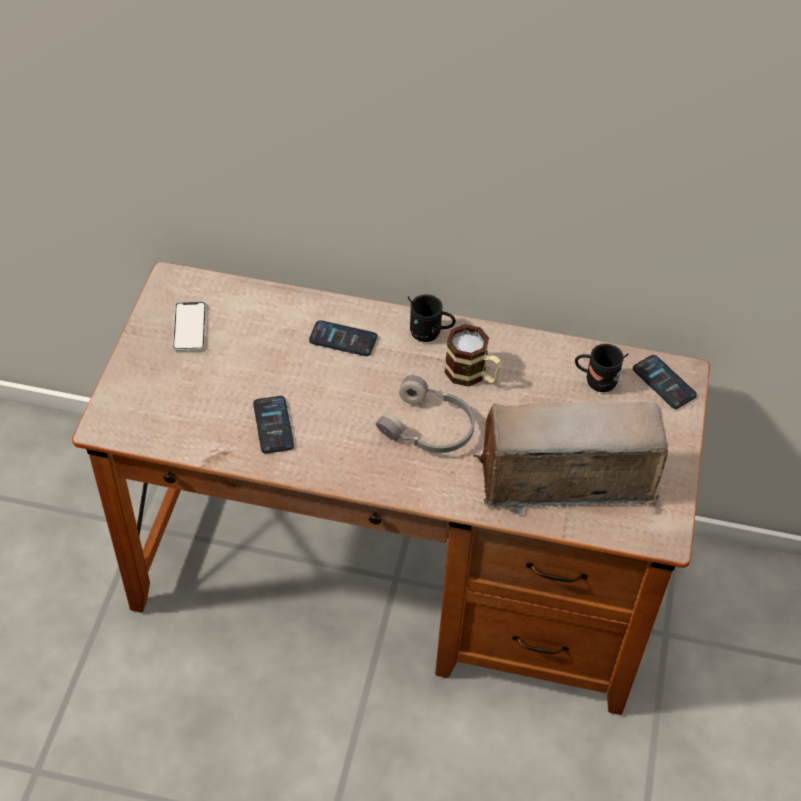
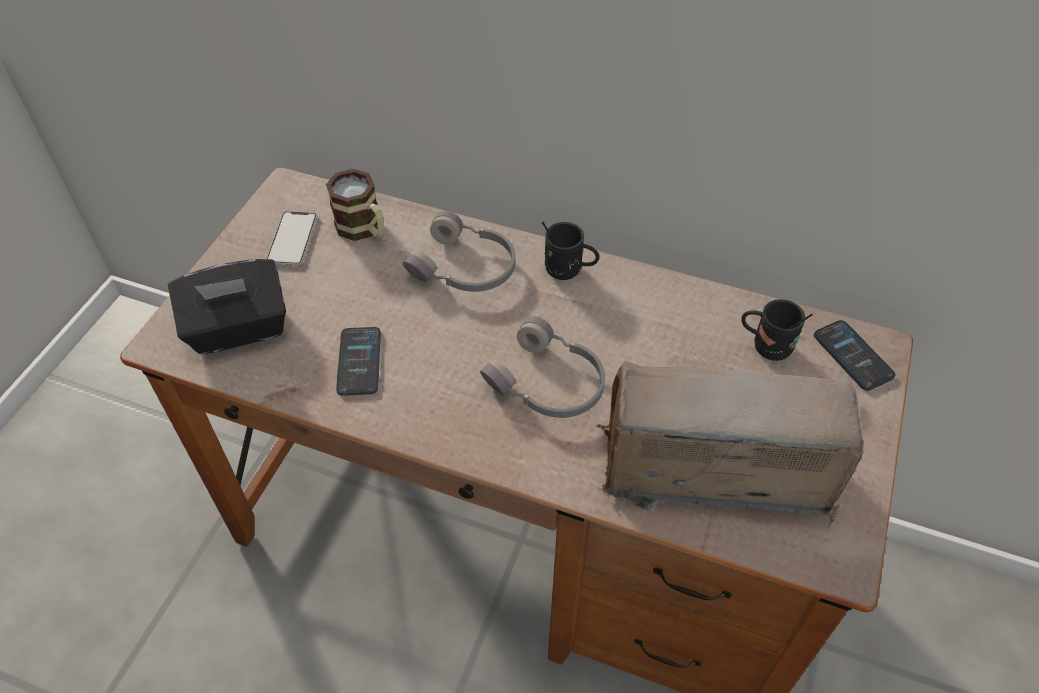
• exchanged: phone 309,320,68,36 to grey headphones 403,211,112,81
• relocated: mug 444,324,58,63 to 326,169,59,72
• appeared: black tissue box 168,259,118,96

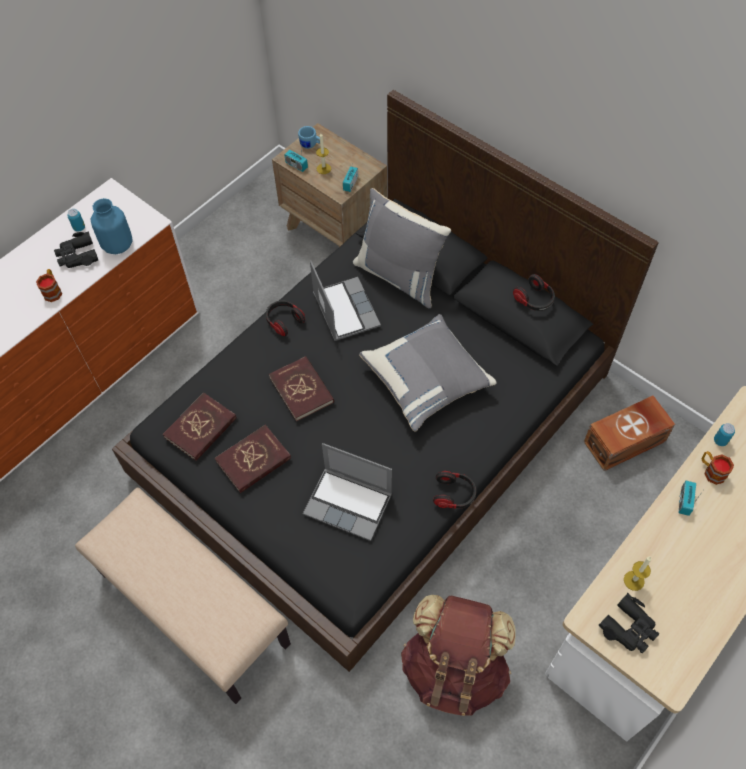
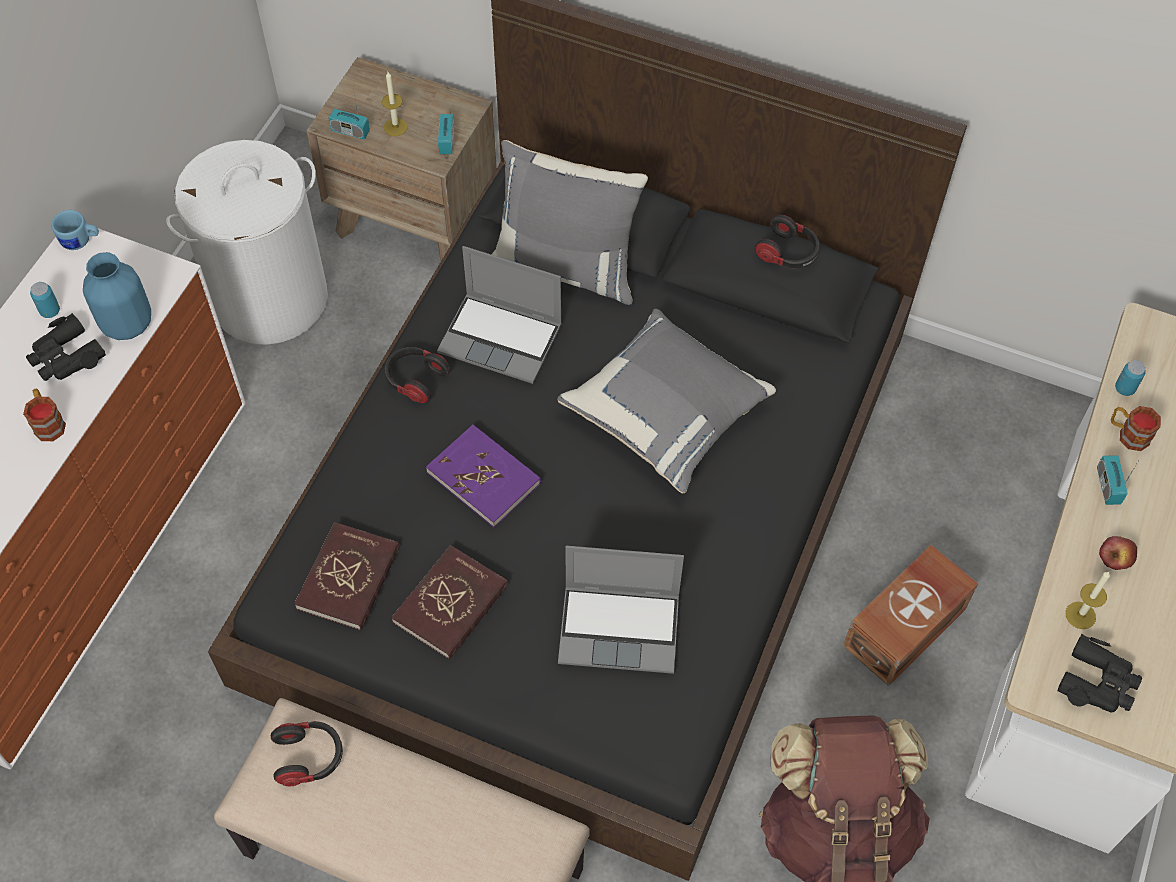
• colour: red book 269,356,65,66 to purple book 426,424,115,104
• relocated: blue mug 298,126,22,23 to 51,210,48,40
• spun: laptop 310,260,71,81 = 437,246,125,138 150 degrees clockwise
• relocated: headphones 433,471,44,38 to 271,721,72,66
• relocated: brown storage box 584,395,91,76 to 843,545,135,141
• appeared: white laundry basket 166,140,162,205
• appeared: apple 1099,536,38,34

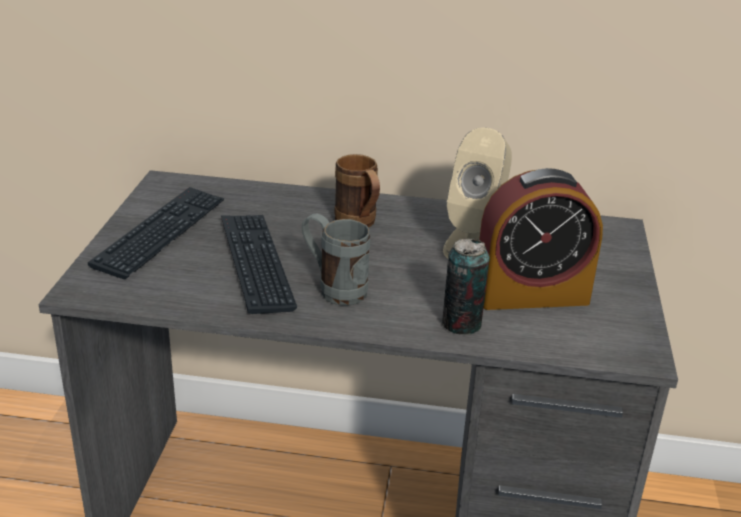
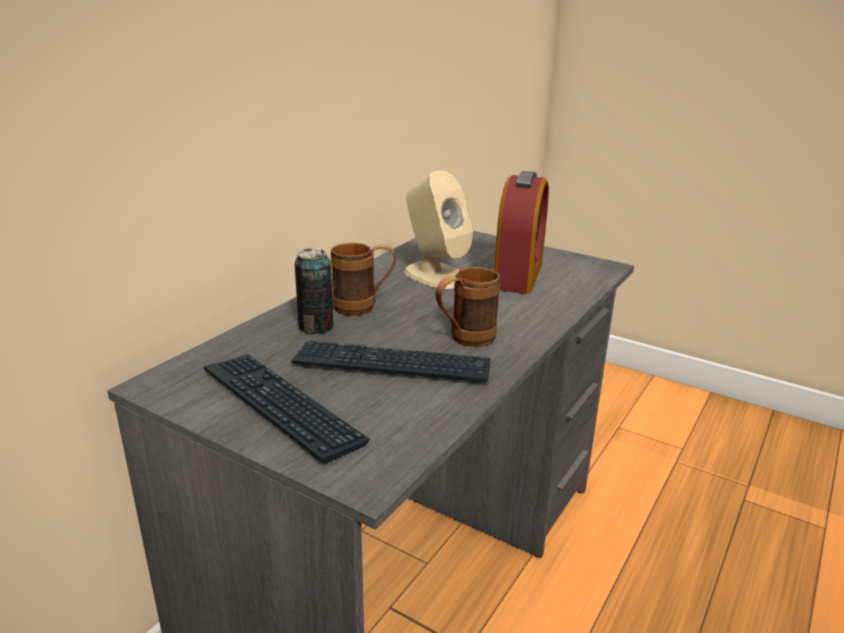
• colour: grey mug 301,214,69,92 to brown mug 435,267,65,80
• relocated: can 442,239,48,96 to 295,248,39,86

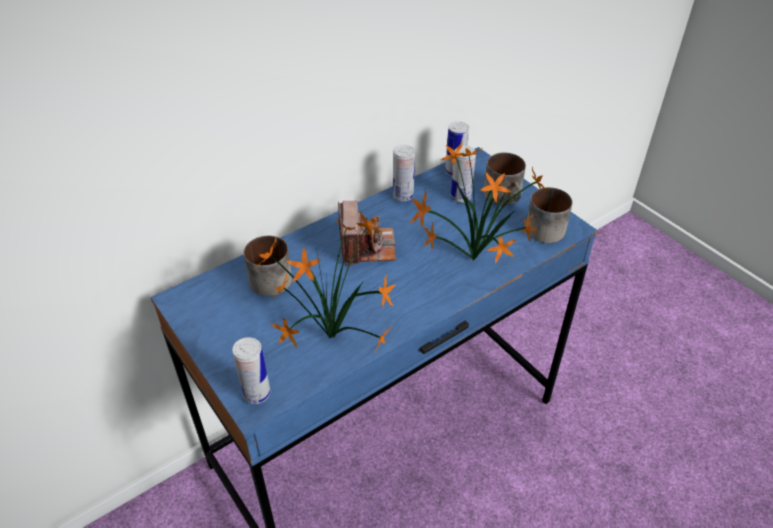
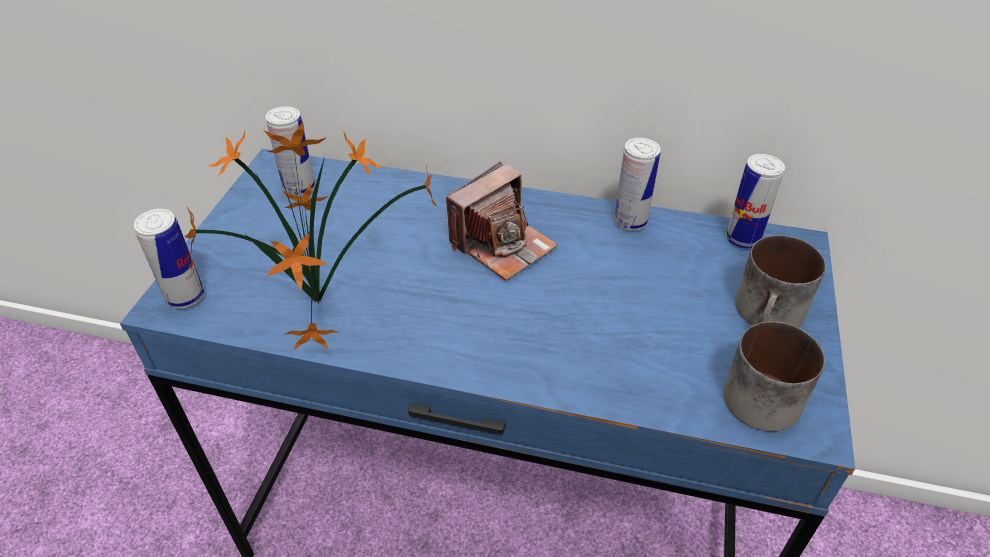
• missing: mug 244,236,48,60
• missing: potted plant 409,142,139,121
• relocated: can 451,146,25,57 to 265,106,50,90

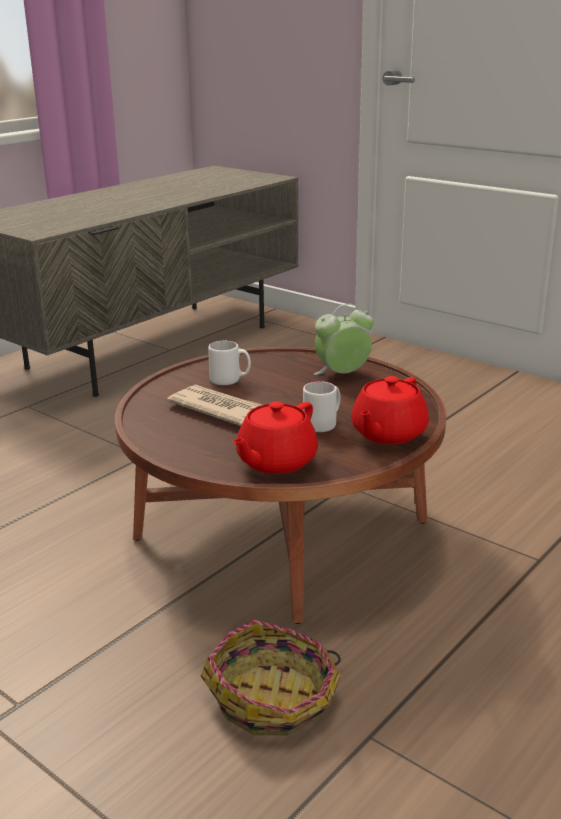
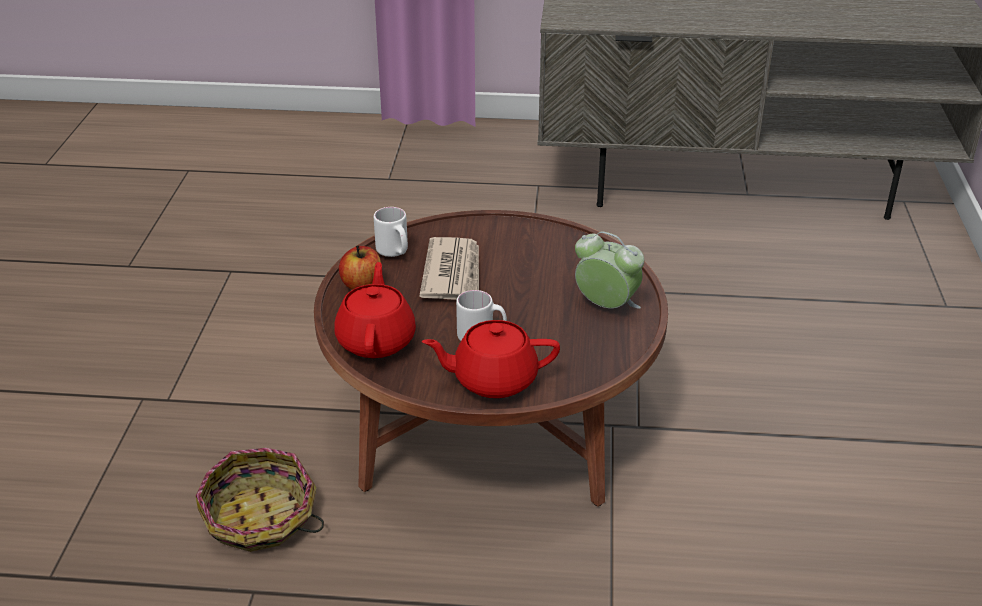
• relocated: white mug 208,341,43,44 to 374,207,34,50
• spun: red teapot 232,401,86,73 = 334,262,82,96 90 degrees clockwise
• appeared: apple 339,246,42,44

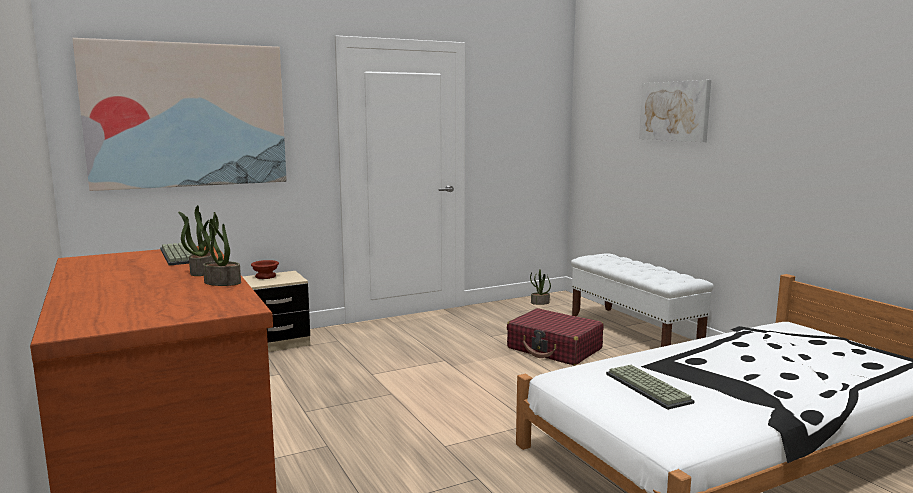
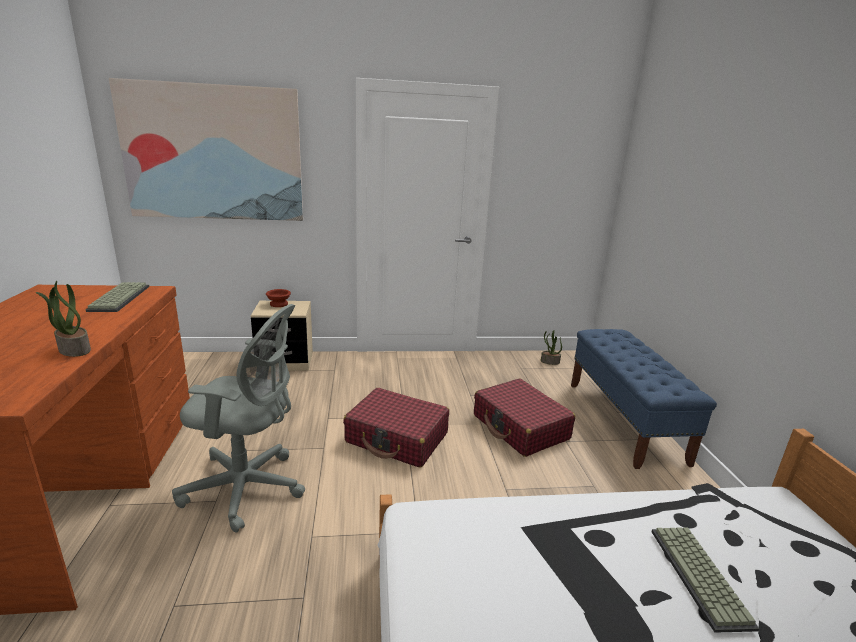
• missing: potted plant 178,205,41,71
• colour: white bench 571,253,143,94 to blue bench 571,329,146,140
• relocated: keyboard 606,365,88,45 to 651,527,108,106
• missing: picture 639,80,72,62
• appeared: grey office chair 172,304,133,229
• appeared: red suitcase 343,388,106,80

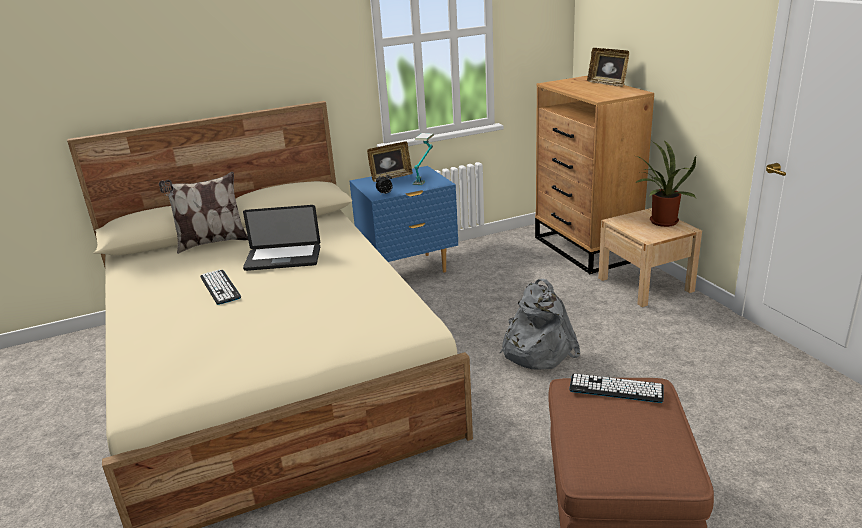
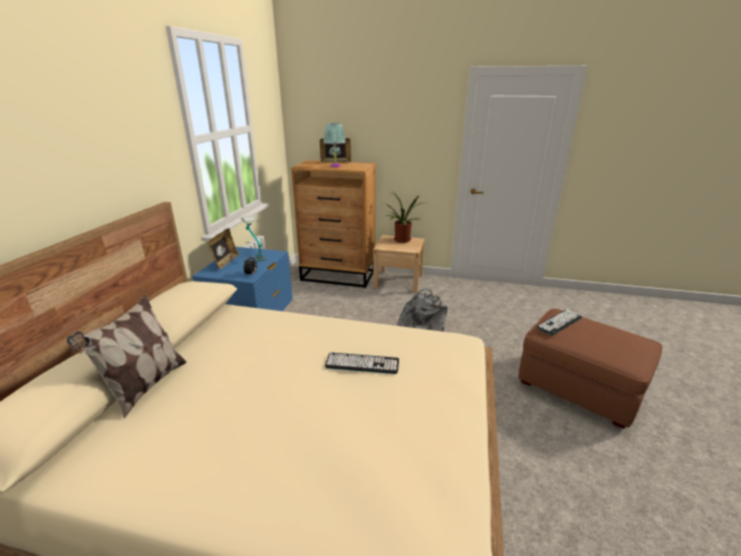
• relocated: keyboard 200,269,41,36 to 325,353,74,21
• missing: laptop 243,205,77,66
• appeared: turquoise table lamp 324,123,22,45

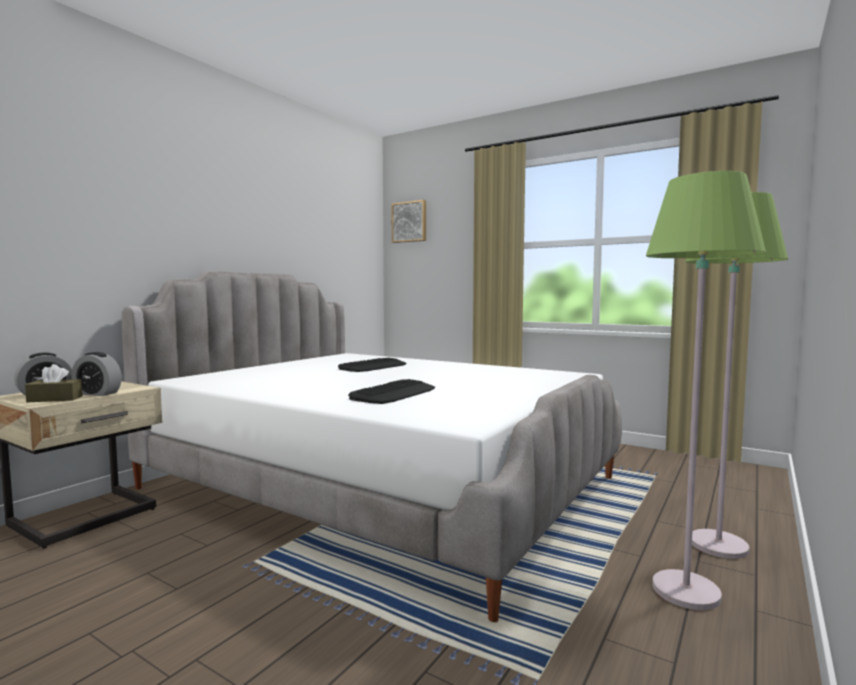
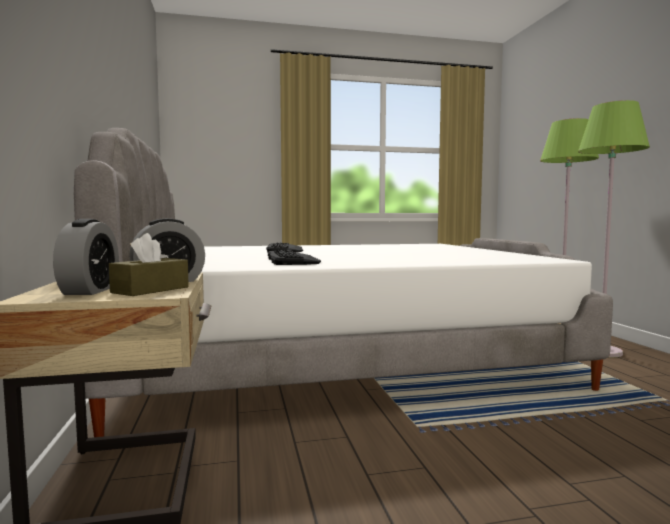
• relocated: keyboard 348,379,87,25 to 268,250,53,15
• missing: picture 391,200,35,43

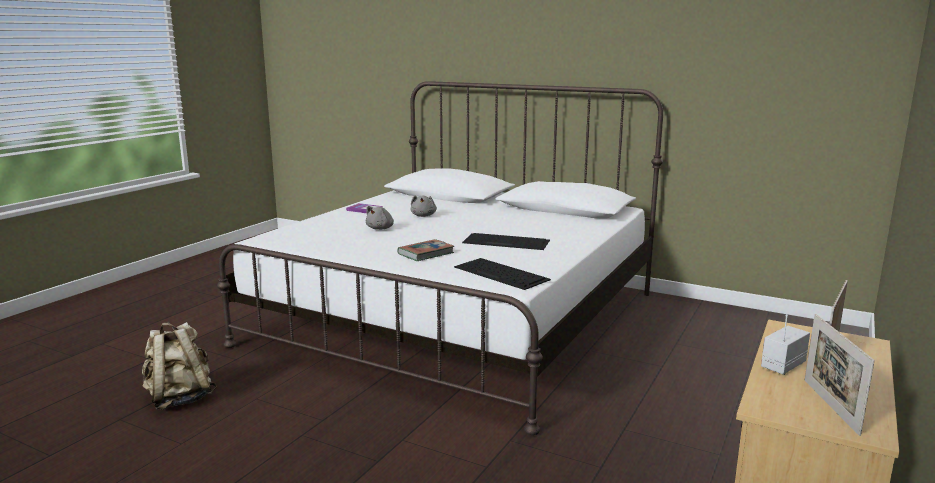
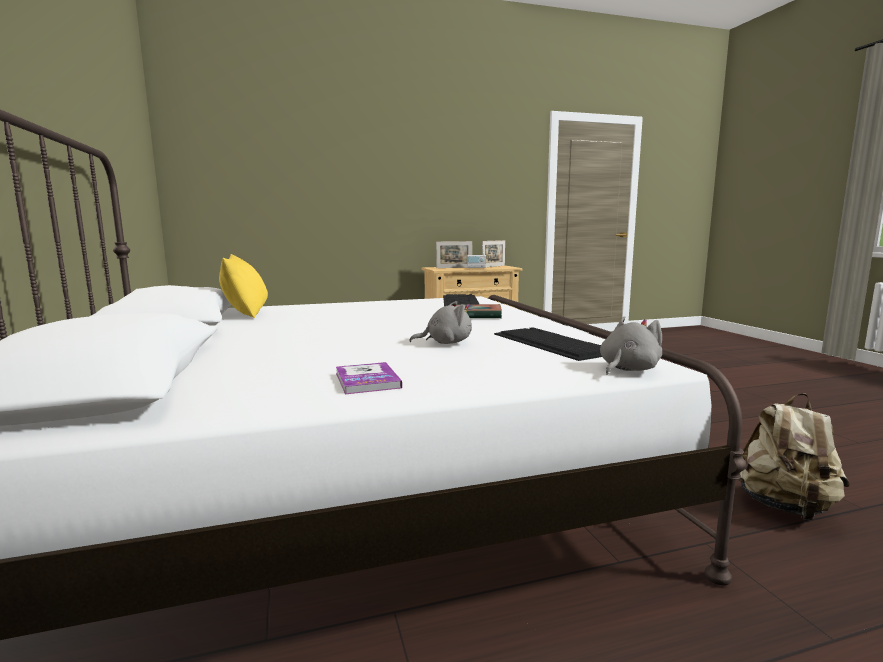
• relocated: grey plush toy 410,195,27,22 to 600,316,62,59
• relocated: keyboard 462,233,88,17 to 494,327,108,34
• appeared: yellow pillow 219,254,49,64

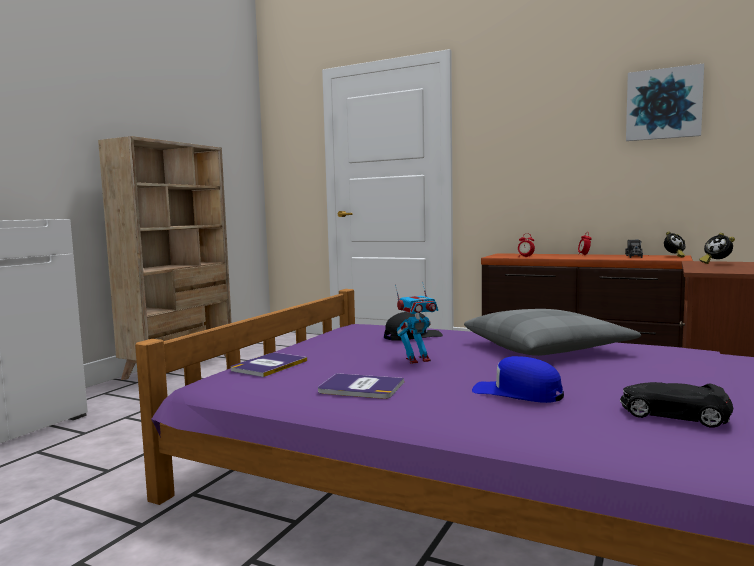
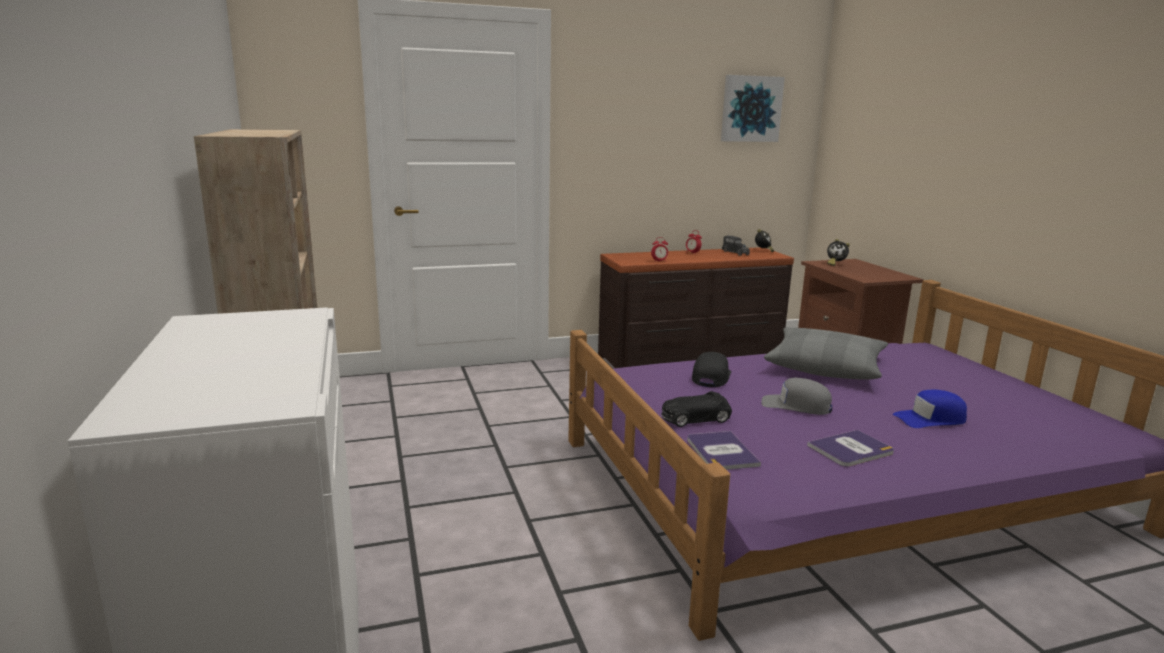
• exchanged: toy robot 395,282,43,82 to grey cap 761,378,71,37
• relocated: black toy car 620,382,113,46 to 661,391,71,36

